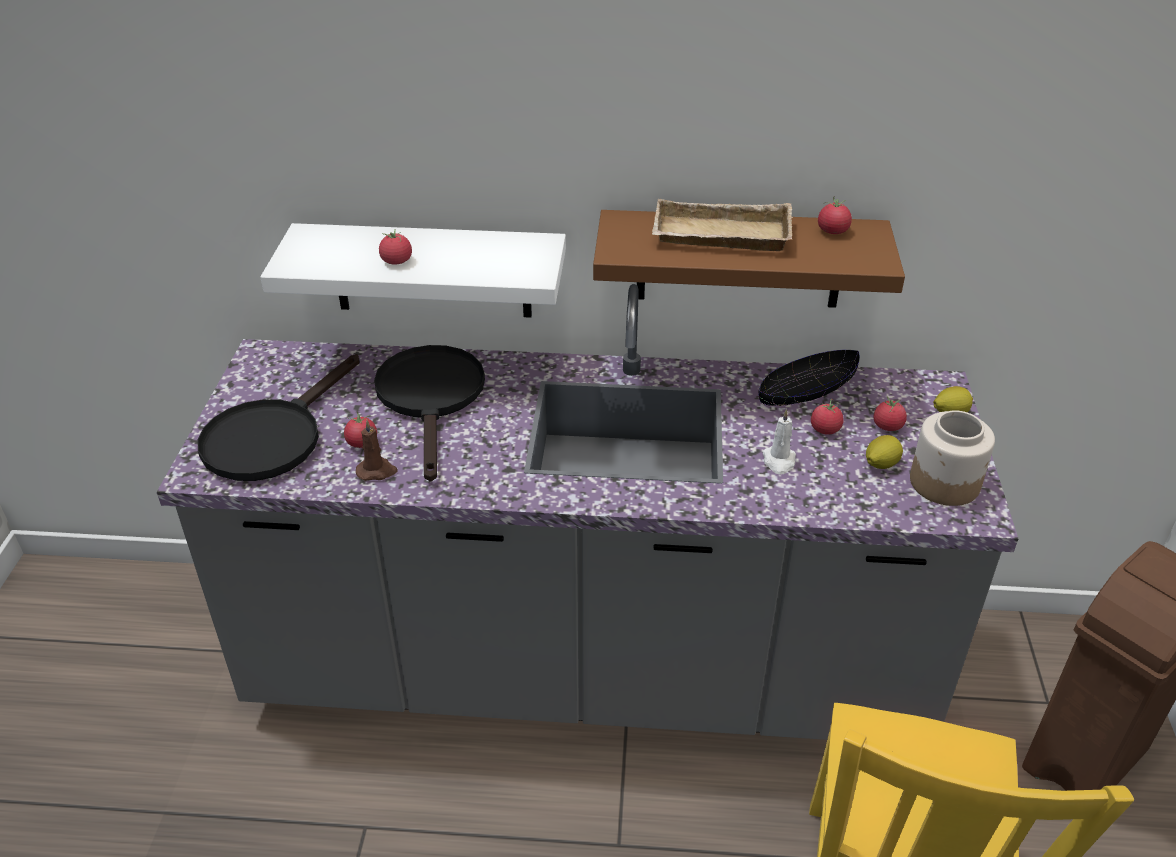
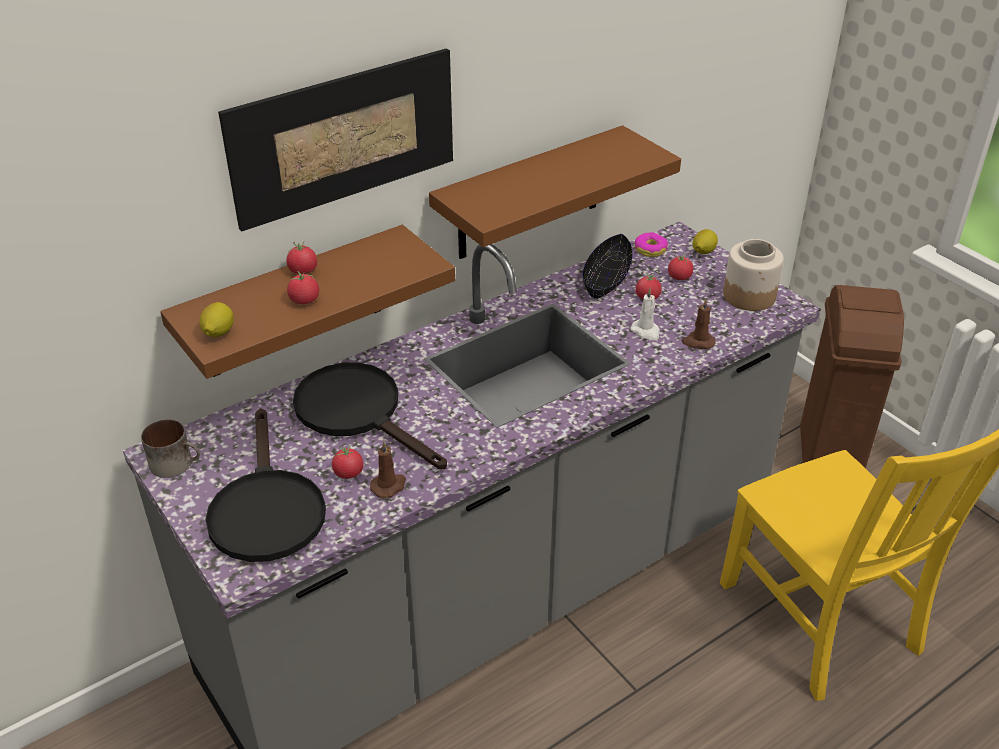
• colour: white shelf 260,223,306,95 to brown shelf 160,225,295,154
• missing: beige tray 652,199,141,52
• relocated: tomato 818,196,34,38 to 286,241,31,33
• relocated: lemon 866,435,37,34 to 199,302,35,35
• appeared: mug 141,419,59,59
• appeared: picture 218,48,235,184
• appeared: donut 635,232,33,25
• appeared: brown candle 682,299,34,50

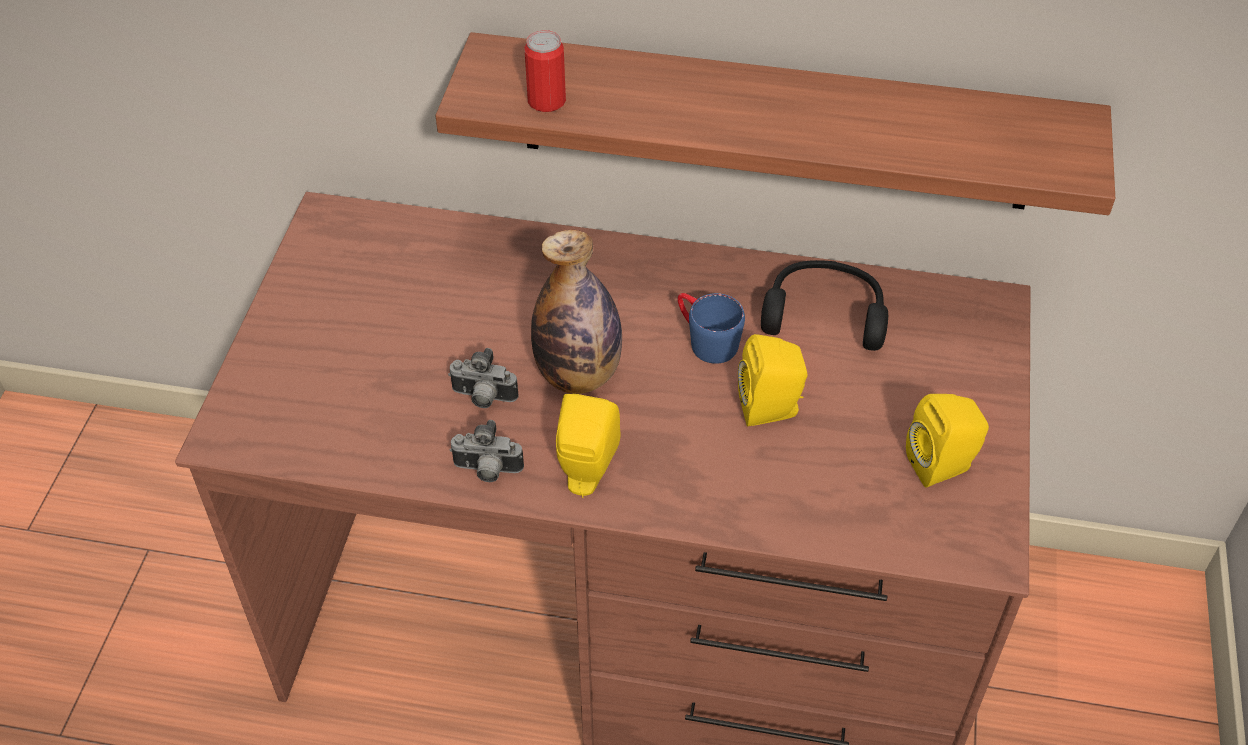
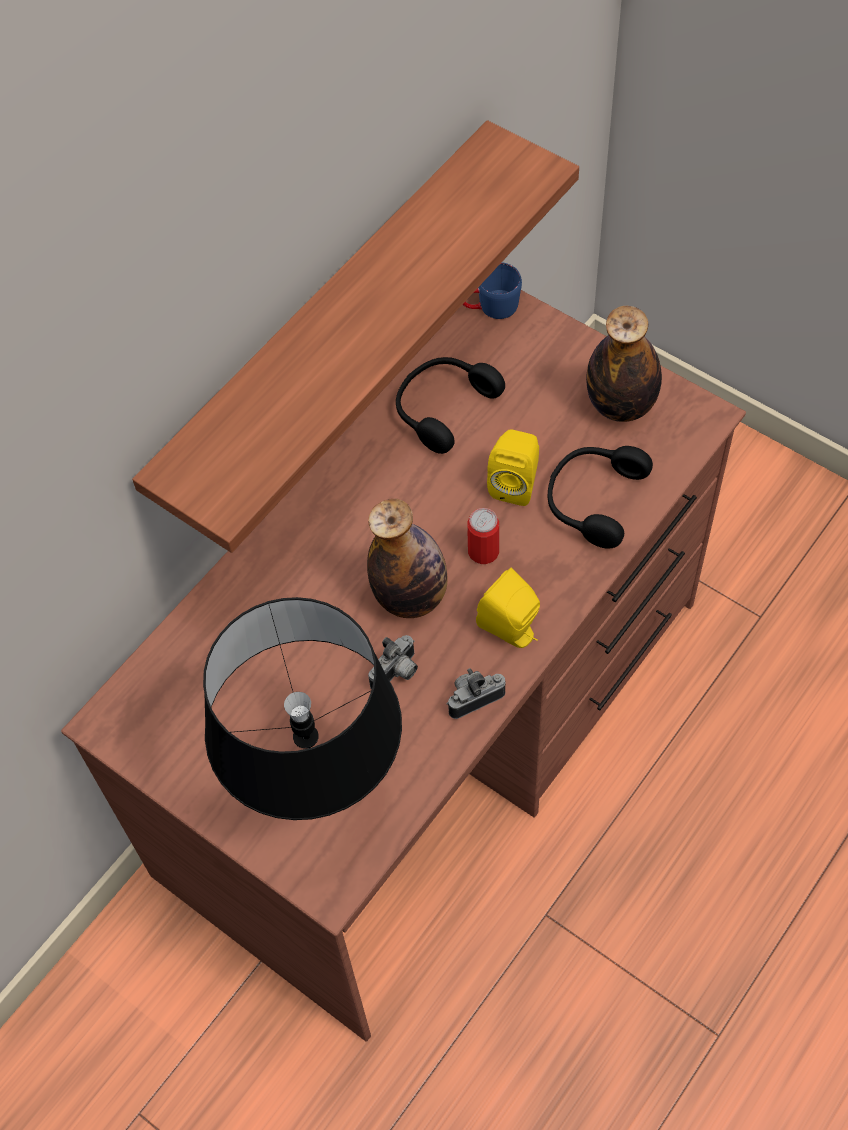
• spun: photo camera 450,420,74,62 = 447,668,59,51 150 degrees counterclockwise
• relocated: can 525,30,41,82 to 467,508,32,56
• relocated: blue mug 678,293,67,71 to 463,262,59,57
• exchanged: yellow speaker 906,394,83,94 to bottle 586,306,76,116
• appeared: black table lamp 203,597,199,223
• appeared: black headphones 548,446,105,103

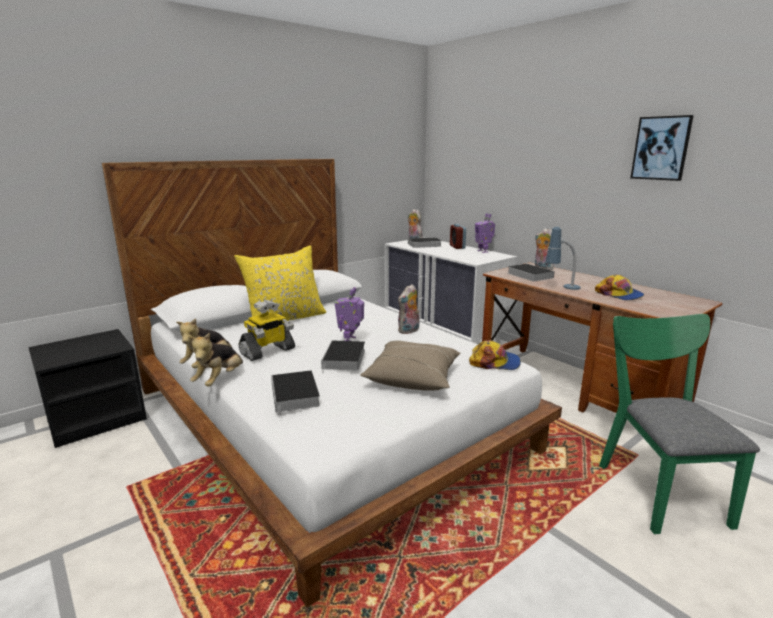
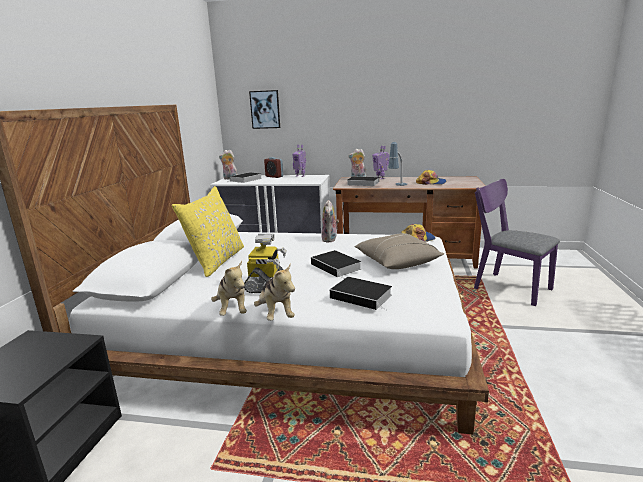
• relocated: toy robot 335,287,29,54 to 372,146,17,33
• colour: green chair 599,314,161,220 to purple chair 474,179,86,127
• relocated: picture 630,115,64,66 to 249,90,31,39

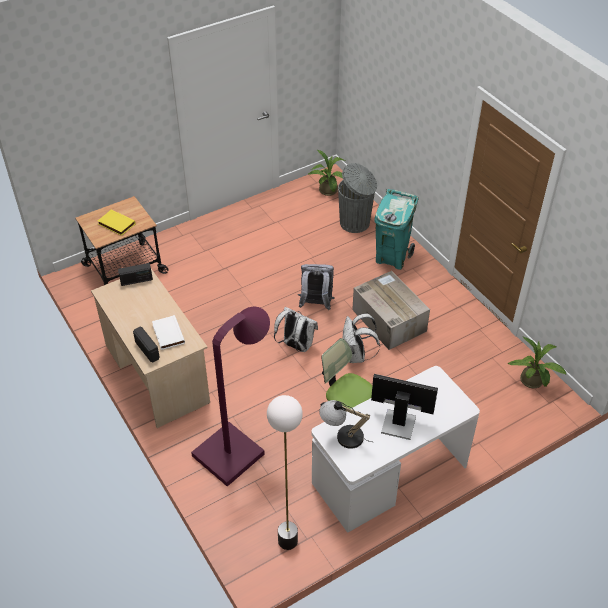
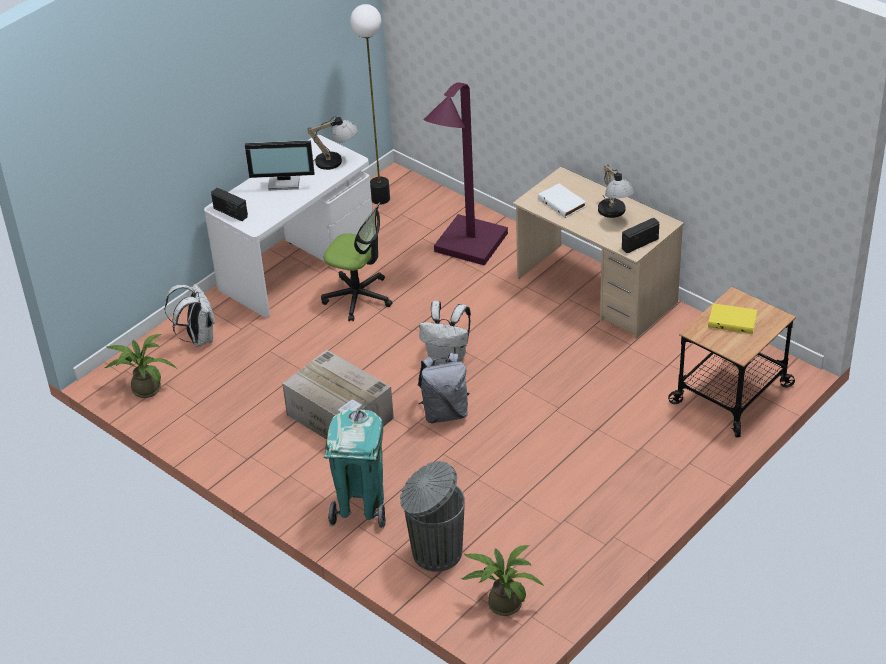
• relocated: radio 133,327,27,35 to 211,188,37,33
• relocated: white backpack 343,314,37,49 to 165,284,50,63
• appeared: table lamp 598,165,36,53

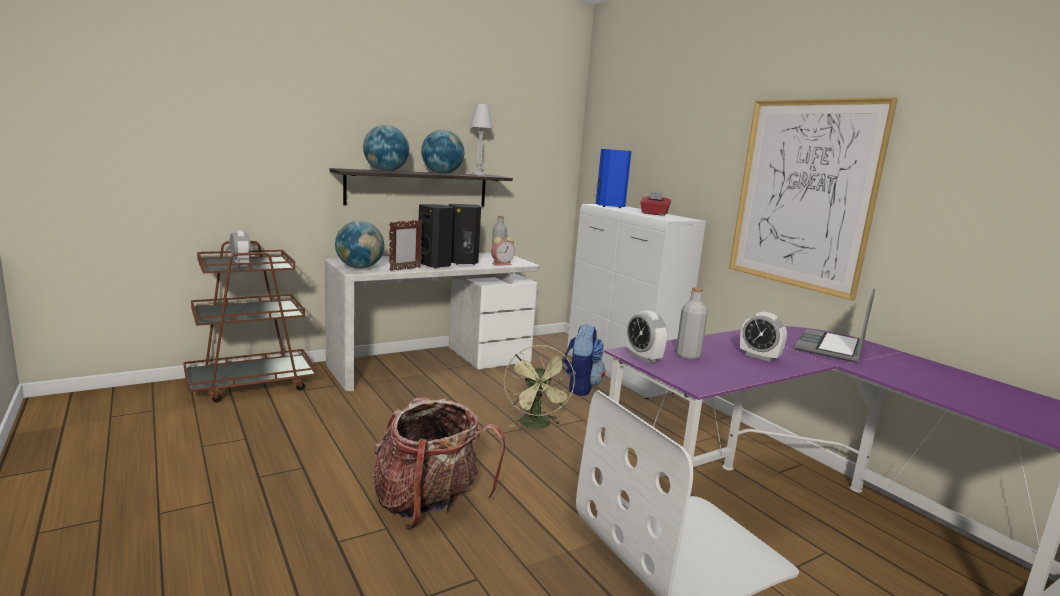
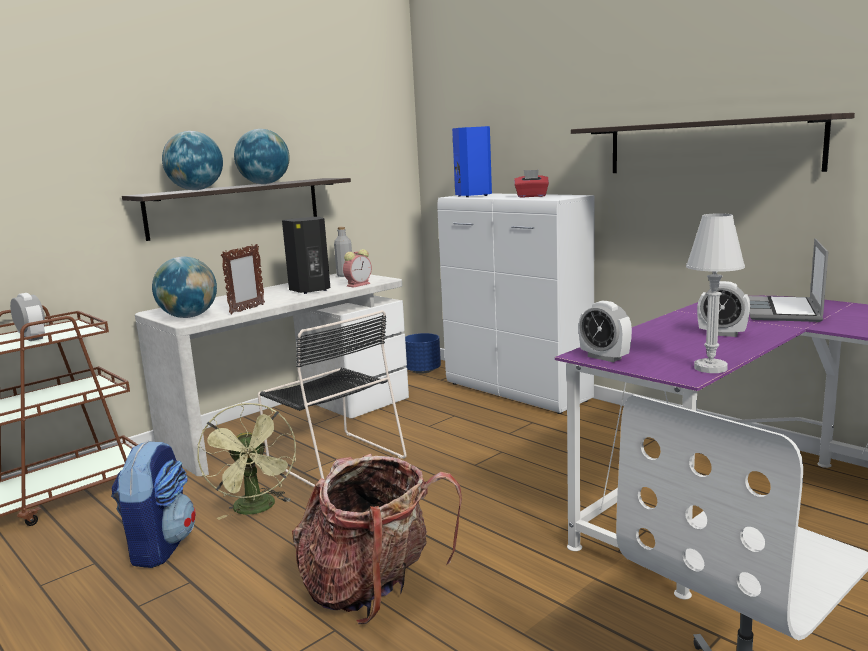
• missing: black speaker 418,204,35,65
• relocated: white table lamp 469,104,24,71 to 686,213,59,160
• relocated: green fan 504,345,72,83 to 197,403,99,117
• relocated: backpack 562,324,43,72 to 111,440,85,128
• missing: grey bottle 676,287,32,73
• exchanged: picture 729,97,169,204 to shelf 571,113,284,60
• appeared: black chair 257,310,150,177
• appeared: blue planter 405,333,36,41

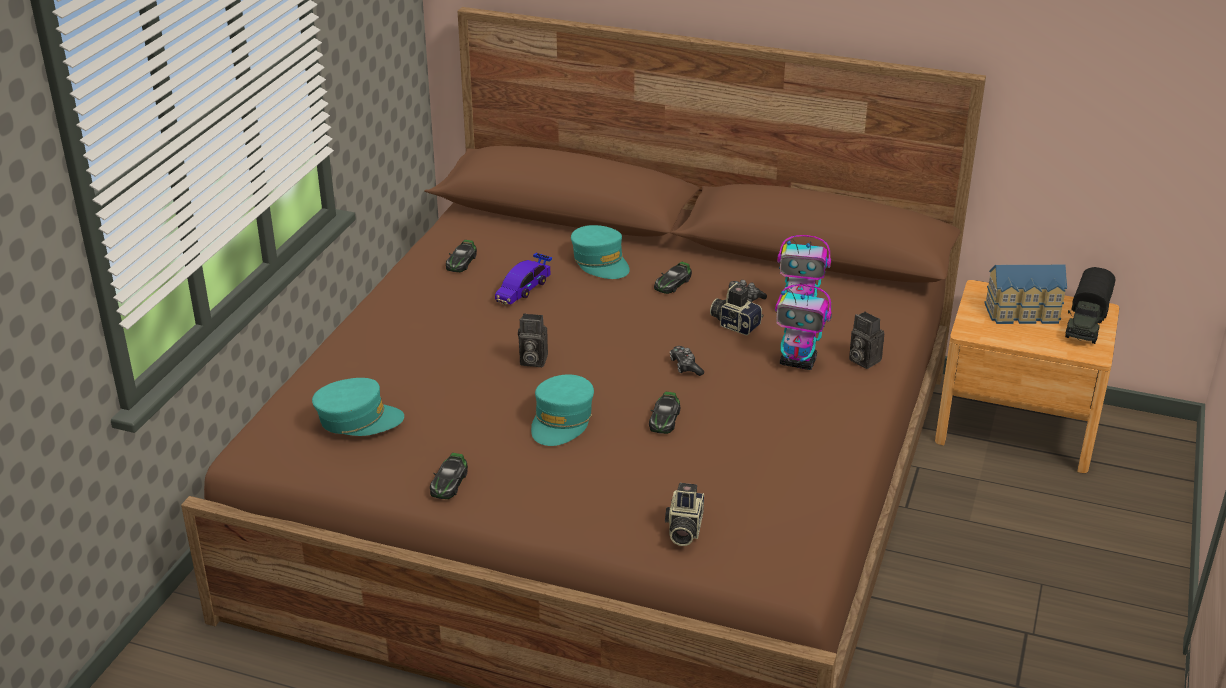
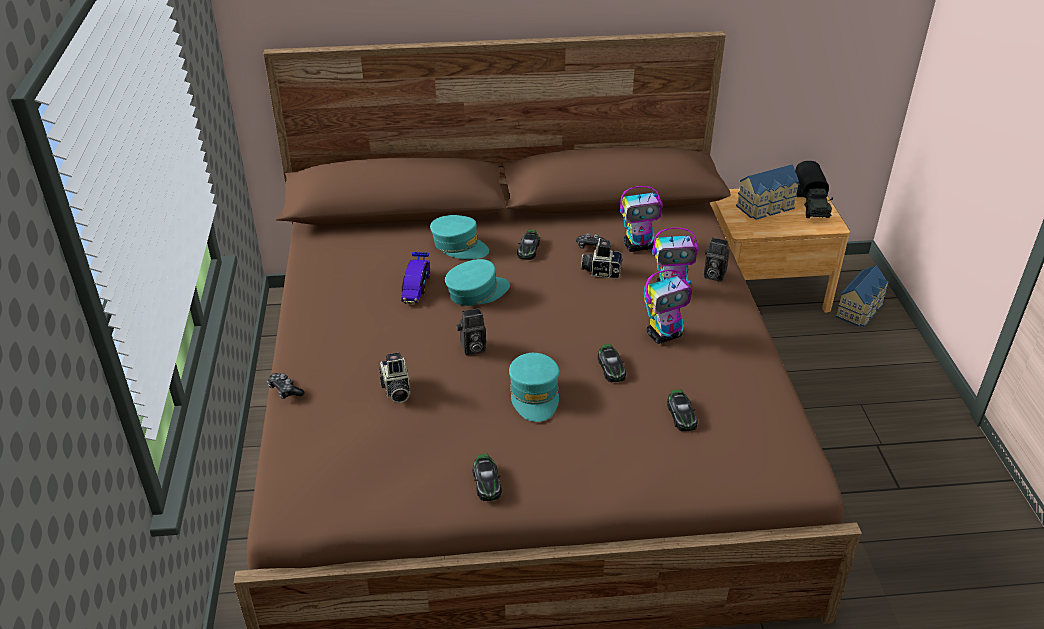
• relocated: turquoise cap 312,378,92,58 to 445,259,65,47
• relocated: toy car 446,240,31,32 to 667,390,31,41
• relocated: photo camera 665,483,39,63 to 379,352,31,51
• relocated: game controller 670,346,34,30 to 267,373,38,26
• appeared: toy robot 644,270,48,74
• appeared: toy house 835,265,54,62

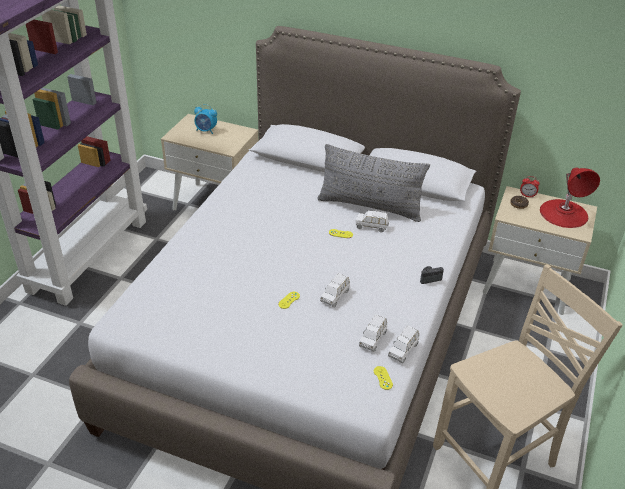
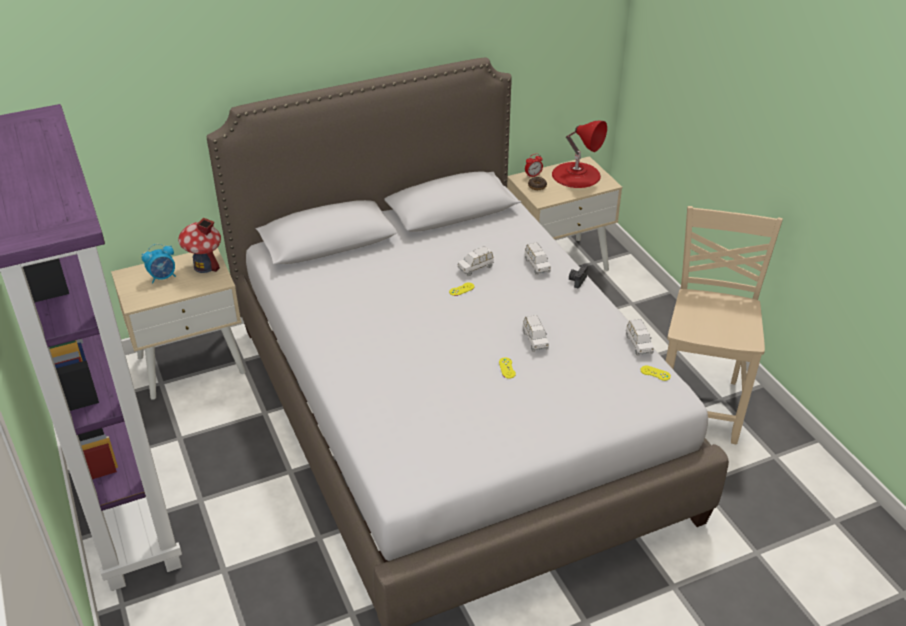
• missing: grey pillow 317,144,113,78
• relocated: white toy car 359,314,28,38 to 525,242,26,33
• appeared: toy house 178,218,43,55

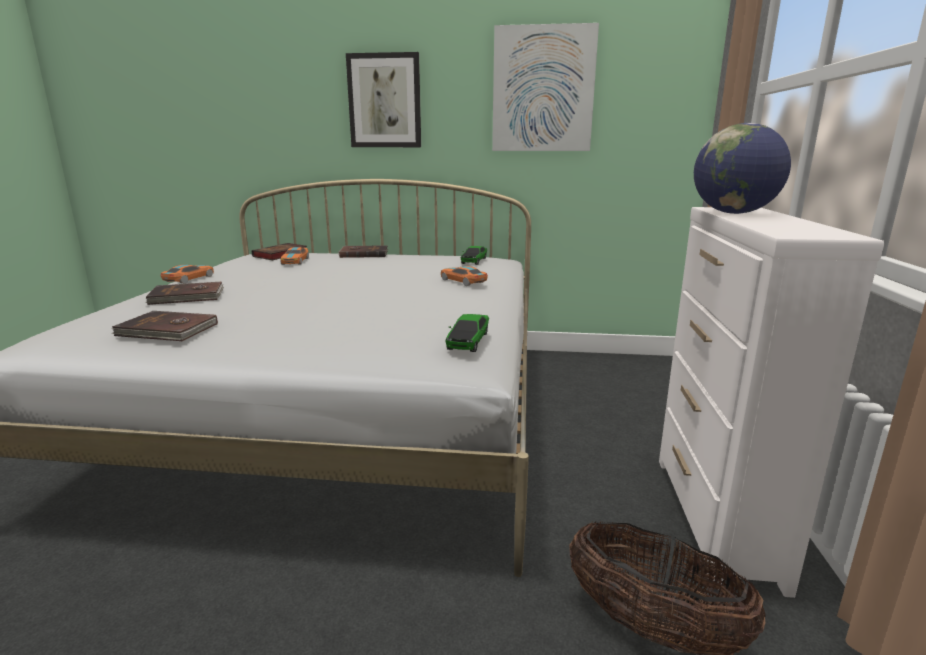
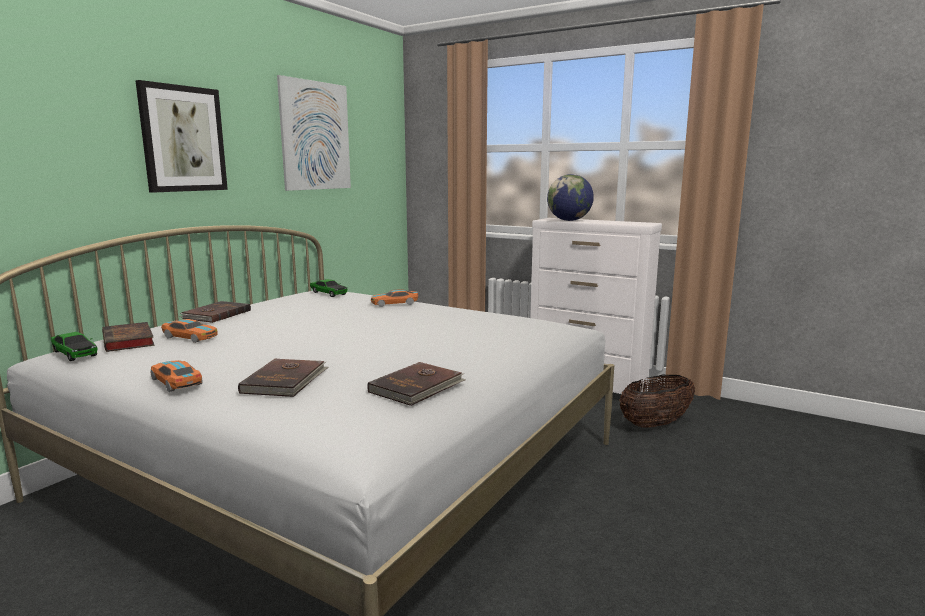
• relocated: toy car 445,314,44,38 to 51,332,46,29

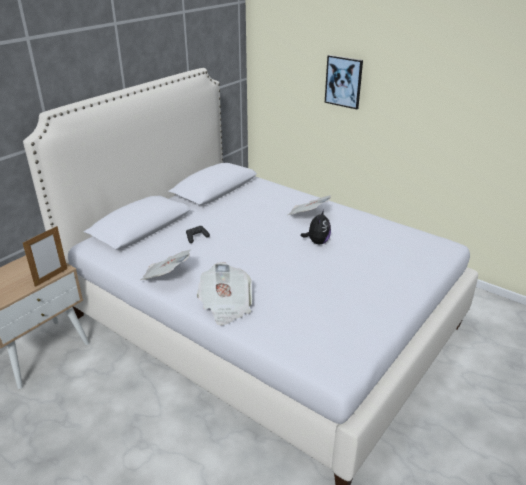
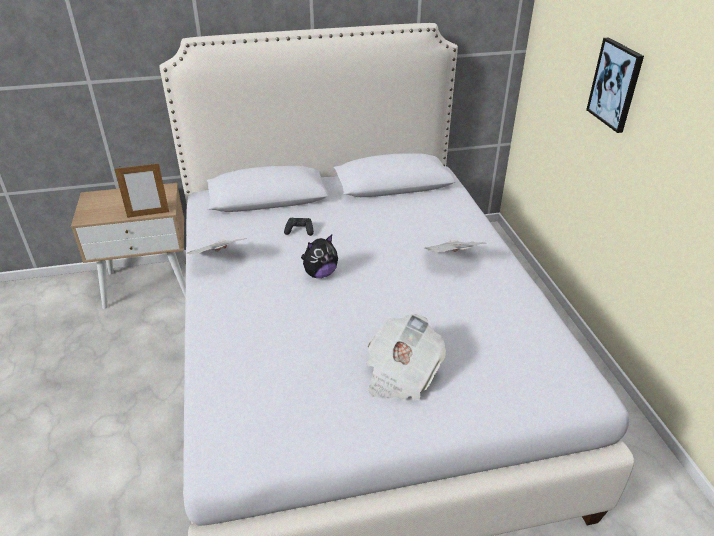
• relocated: newspaper 197,262,55,64 to 366,314,80,86
• relocated: plush toy 301,210,30,35 to 301,235,37,43

